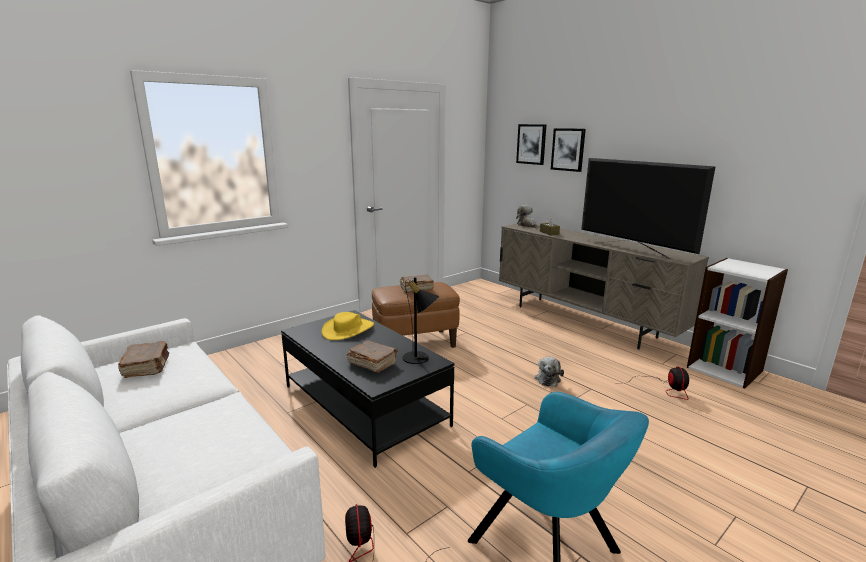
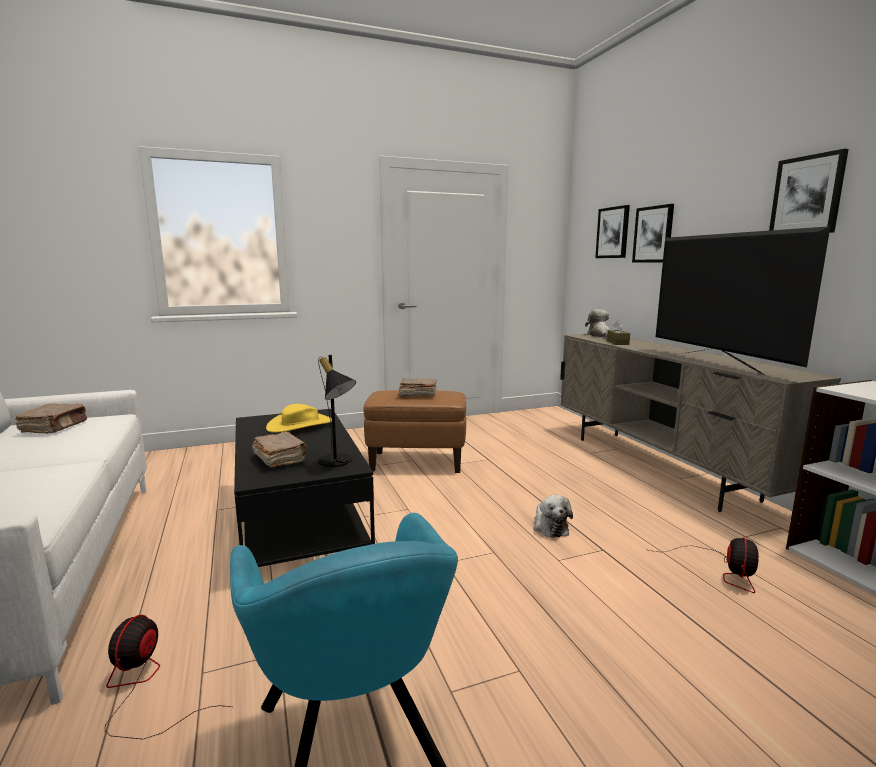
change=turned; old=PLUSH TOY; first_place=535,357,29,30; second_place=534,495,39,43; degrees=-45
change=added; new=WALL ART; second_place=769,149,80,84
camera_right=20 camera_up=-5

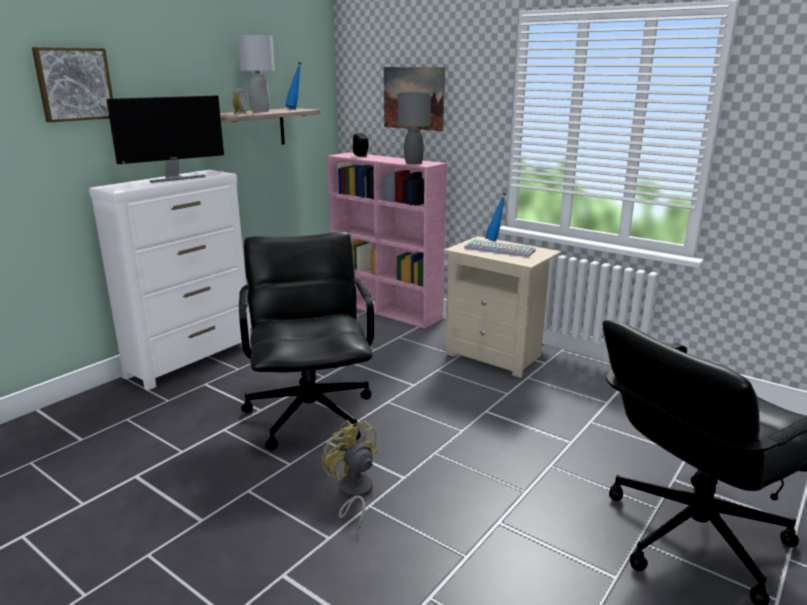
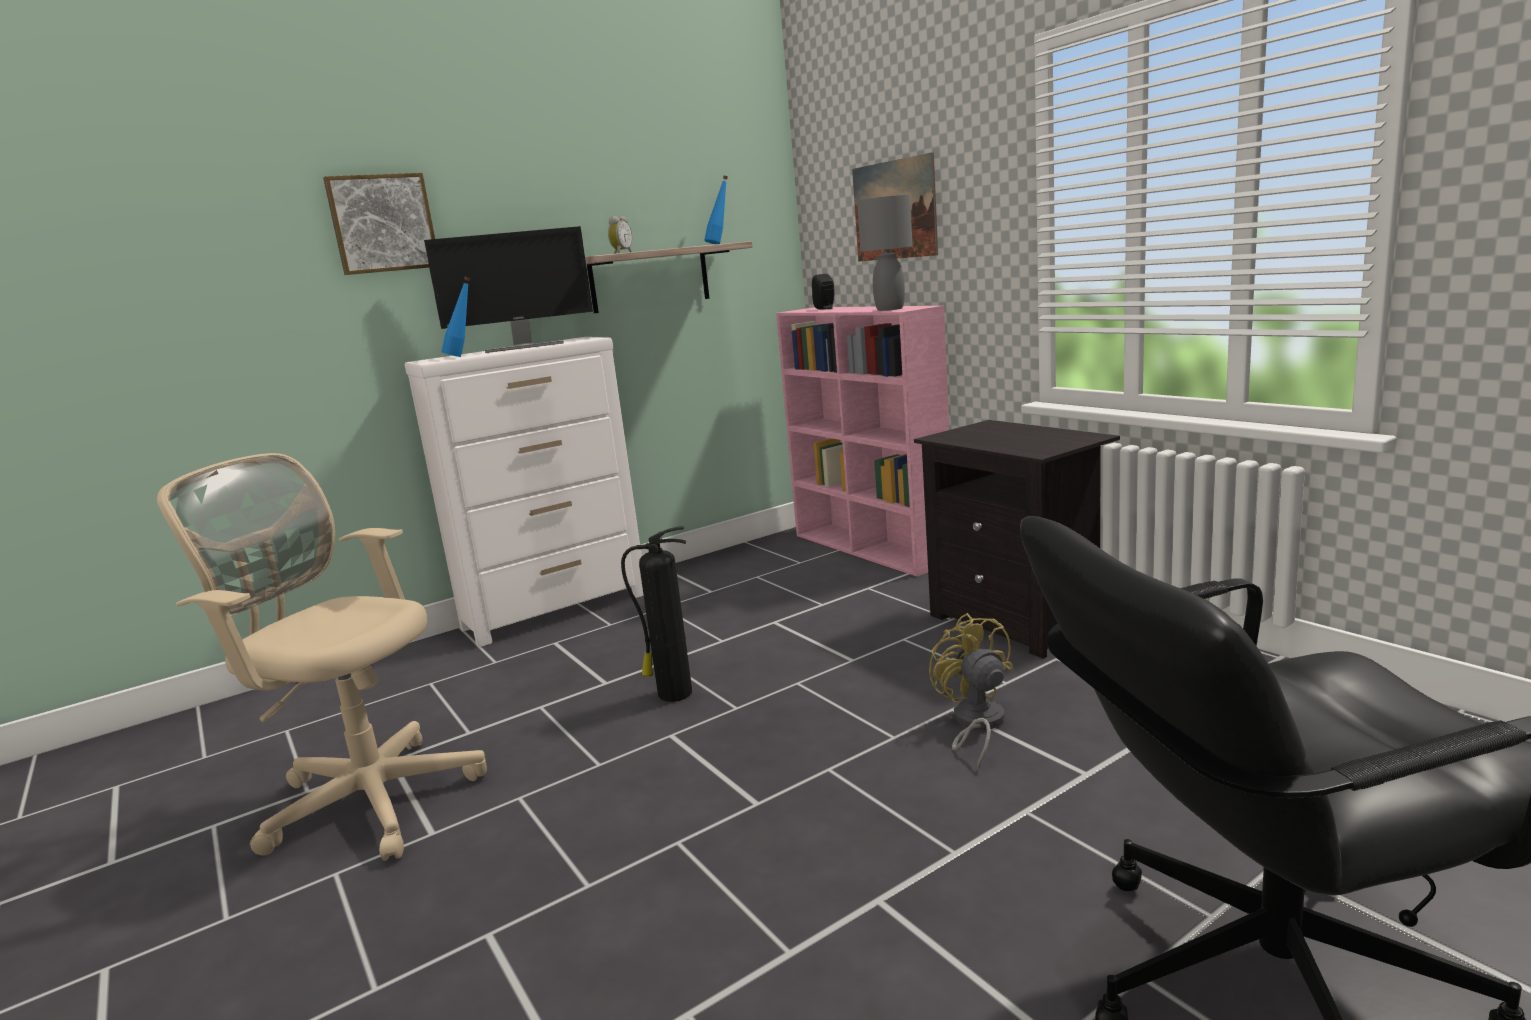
change=removed; old=GRAY TABLE LAMP; first_place=237,35,38,77
change=moved; old=BLUE DRINK BOTTLE; first_place=485,193,21,48; second_place=442,276,28,81
change=replaced; old=BLACKISH DESK CHAIR; new=FIRE EXTINGUISHER; first_place=239,232,135,218; second_place=621,526,71,176
change=recoloured; old=BEIGE-COLOURED BEDSIDE TABLE; new=BLACKISH BEDSIDE TABLE; first_place=444,236,117,142; second_place=914,420,206,239
change=removed; old=COMPUTER KEYBOARD; first_place=464,239,72,18
change=moved; old=YELLOWISH ELECTRIC FAN; first_place=322,420,56,111; second_place=929,613,84,155
change=added; new=BEIGE-COLOURED DESK CHAIR; second_place=157,453,330,408
camera_right=20 camera_up=-5

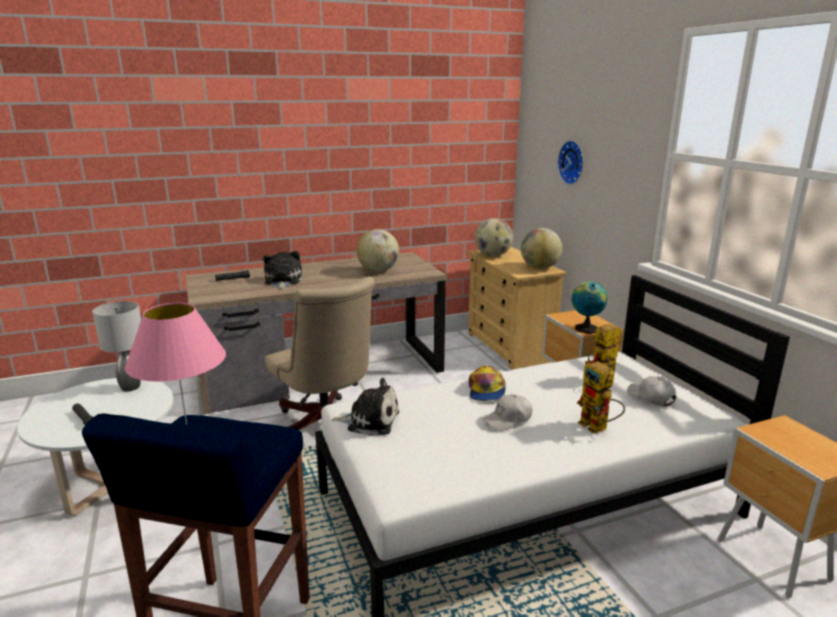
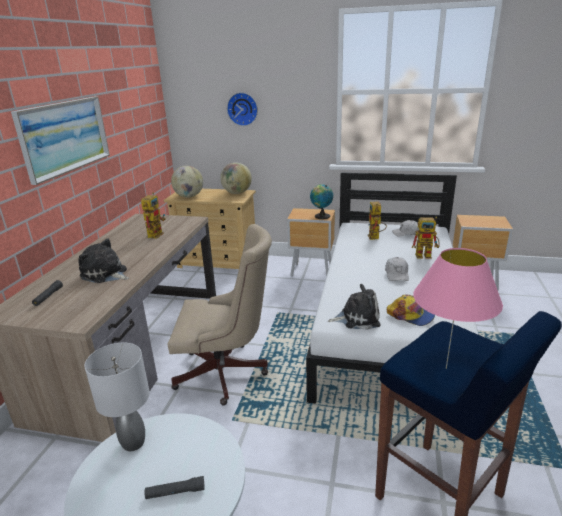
change=replaced; old=GLOBE; new=TOY ROBOT; first_place=357,229,42,43; second_place=141,192,25,47
change=moved; old=PEAKED CAP; first_place=469,366,37,35; second_place=387,295,48,31
change=turned; old=PLUSH TOY; first_place=331,378,68,58; second_place=328,284,53,46; degrees=45
change=added; new=WALL ART; second_place=11,96,99,89
camera_right=-55 camera_up=5

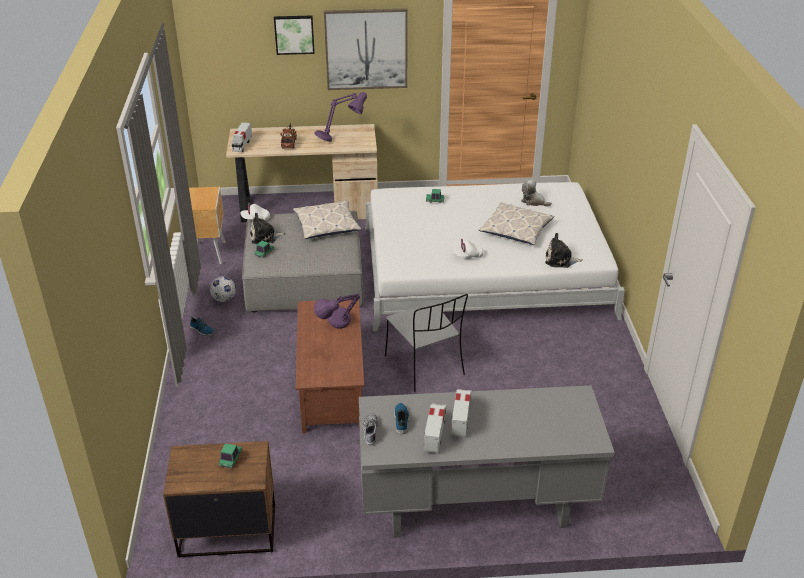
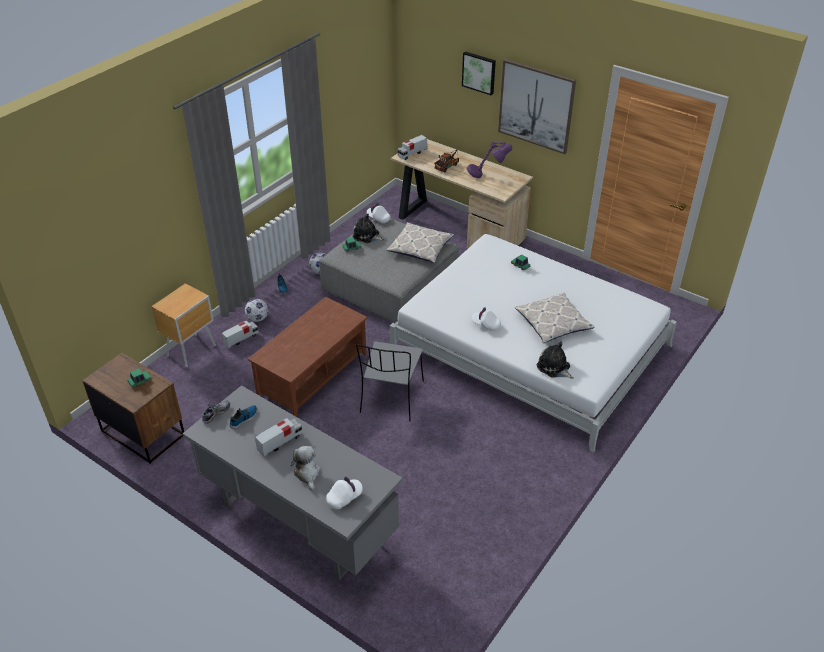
change=moved; old=PLUSH TOY; first_place=521,180,31,27; second_place=290,446,31,45
change=moved; old=BROWNISH BEDSIDE TABLE; first_place=189,187,37,78; second_place=151,283,65,85
change=removed; old=PURPLISH TABLE LAMP; first_place=314,293,46,36
change=moved; old=TOY TRUCK; first_place=424,403,22,50; second_place=221,320,38,29
change=added; new=FOOTBALL; second_place=245,299,23,23
change=added; new=WHITE PEAKED CAP; second_place=326,476,37,33
camera_right=40 camera_up=5

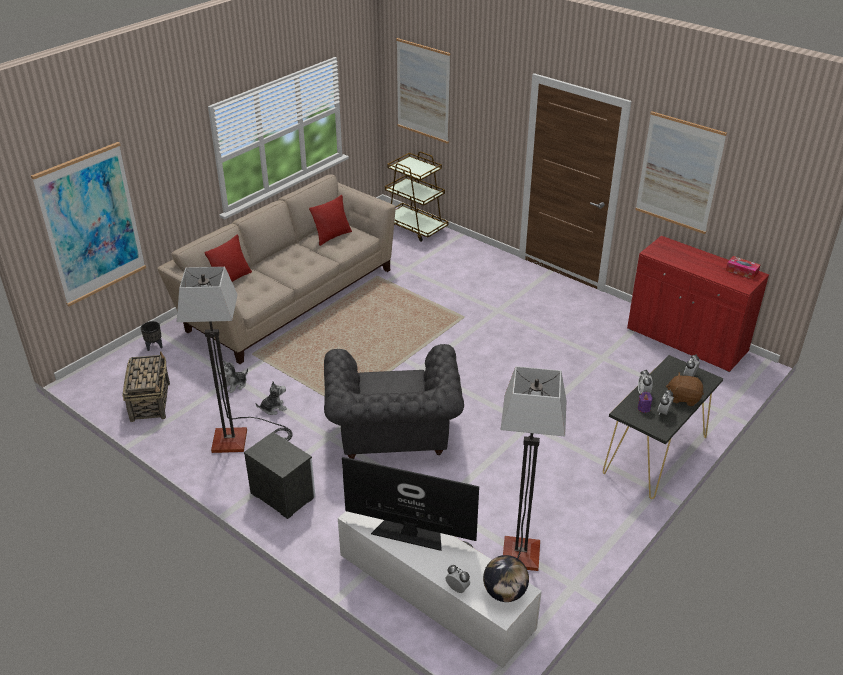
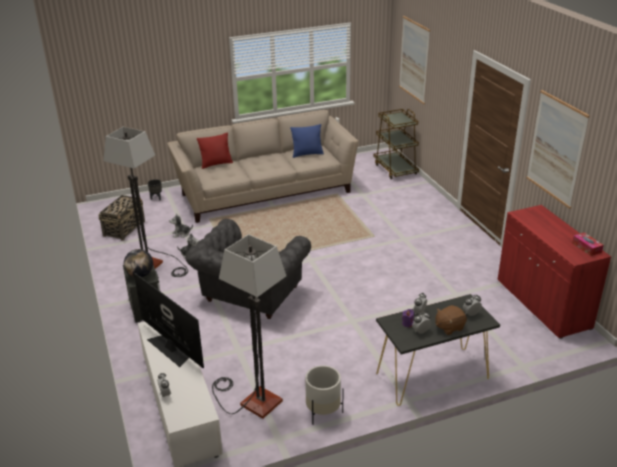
change=removed; old=WALL ART; first_place=31,142,115,164
change=recoloured; old=RED-COLOURED PILLOW; new=BLUE PILLOW; first_place=309,195,43,51; second_place=290,124,34,34
change=turned; old=BROWNISH PLUSH TOY; first_place=666,373,38,33; second_place=435,305,32,30; degrees=-75
change=moved; old=GLOBE; first_place=483,555,46,47; second_place=124,249,29,29
change=added; new=WHITE PLANT POT; second_place=305,365,39,60
camera_right=30 camera_up=-5

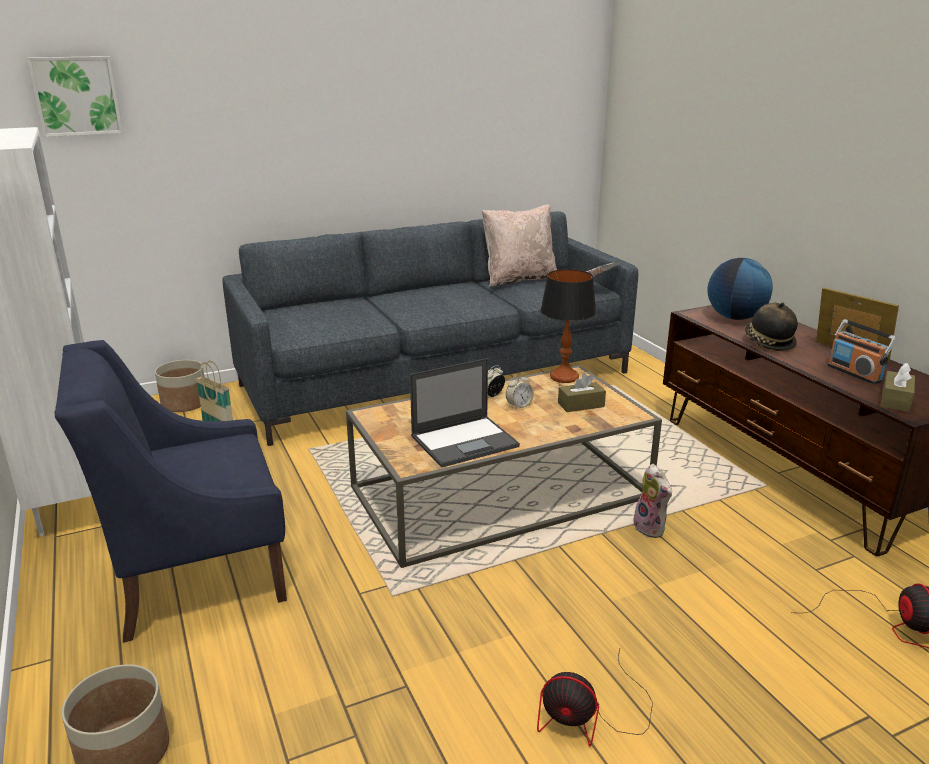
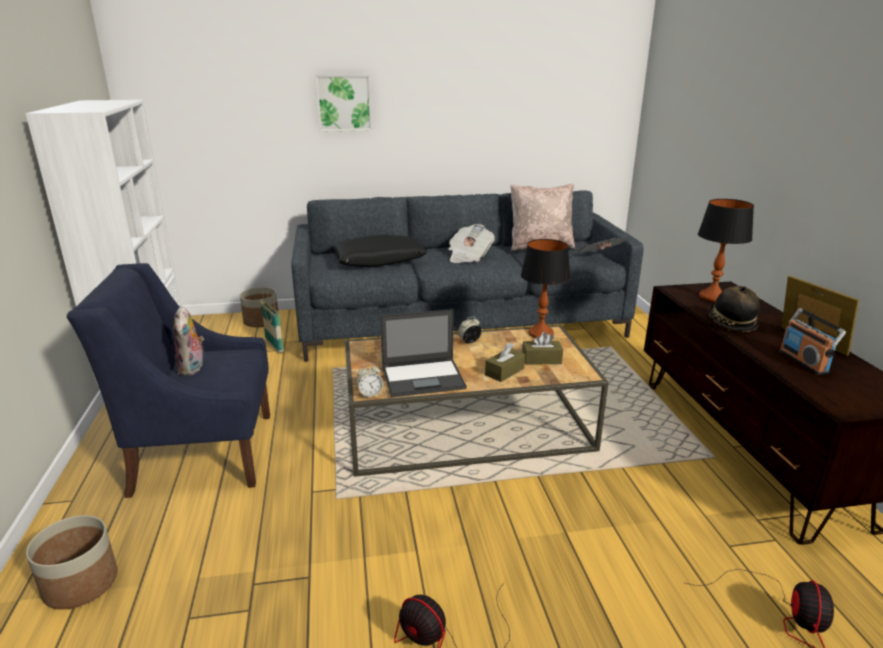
change=moved; old=WALL ART; first_place=27,56,96,81; second_place=315,75,57,57
change=replaced; old=GLOBE; new=TABLE LAMP; first_place=707,258,66,62; second_place=698,199,56,103
change=moved; old=BROWNISH BOX OF TISSUES; first_place=881,363,34,49; second_place=485,343,40,39
change=moved; old=TABLE CLOCK; first_place=506,373,28,37; second_place=356,363,27,35
change=moved; old=PLUSH TOY; first_place=633,464,39,74; second_place=173,306,31,70
change=added; new=NEWSPAPER; second_place=448,224,47,39
change=added; new=BLACKISH PILLOW; second_place=330,235,97,33
camera_right=15 camera_up=0

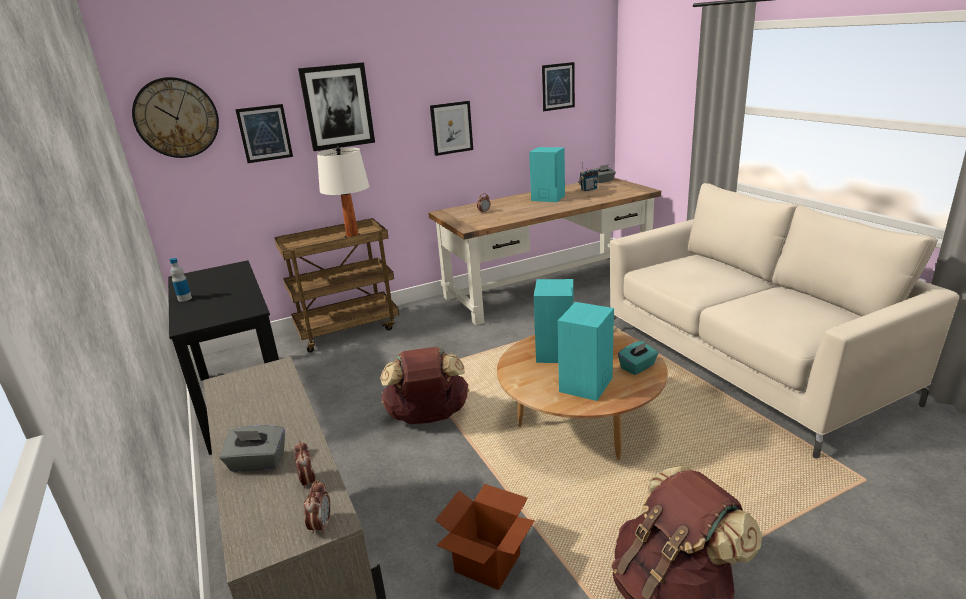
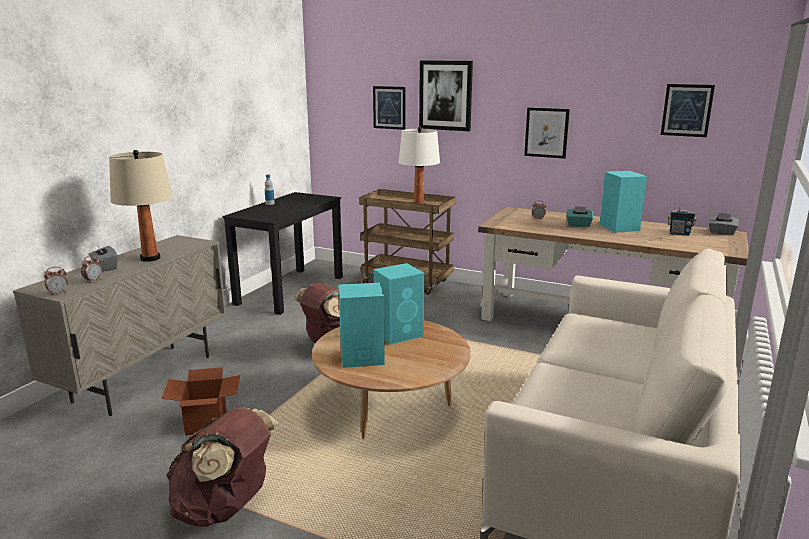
change=removed; old=HANGING CLOCK; first_place=132,77,87,81
change=moved; old=TURQUOISE BOX OF TISSUES; first_place=618,341,41,34; second_place=567,206,26,21
change=added; new=BEIGE-COLOURED TABLE LAMP; second_place=109,150,64,112
camera_right=50 camera_up=-5

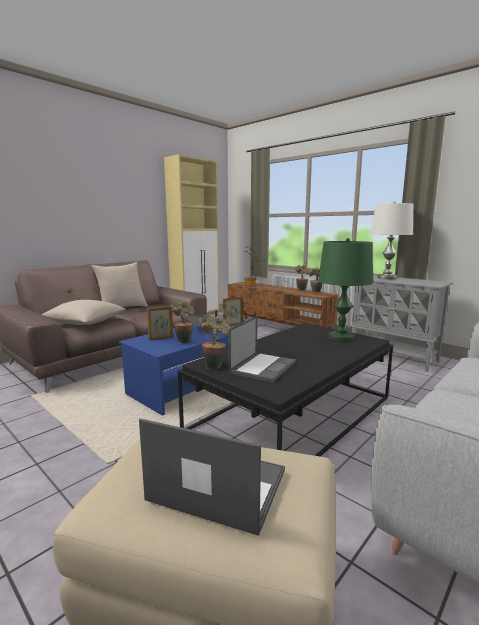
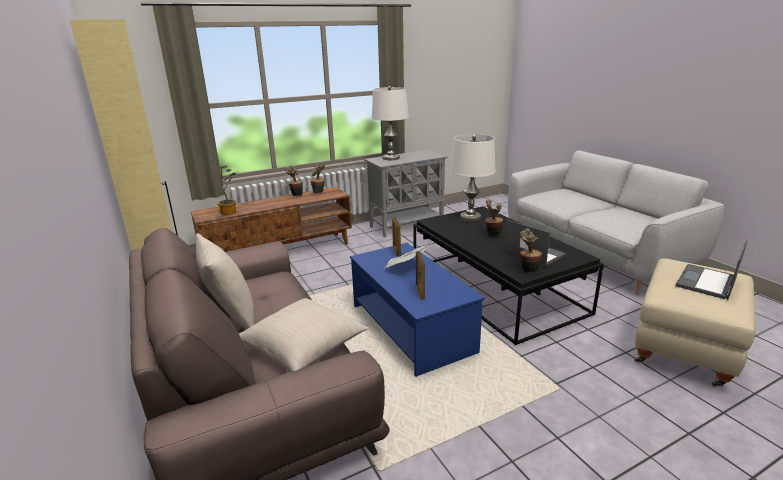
change=recoloured; old=GREENISH TABLE LAMP; new=WHITE TABLE LAMP; first_place=318,238,55,104; second_place=450,134,46,87
change=moved; old=HOUSEPLANT; first_place=171,301,24,42; second_place=485,200,18,37
camera_right=-70 camera_up=10

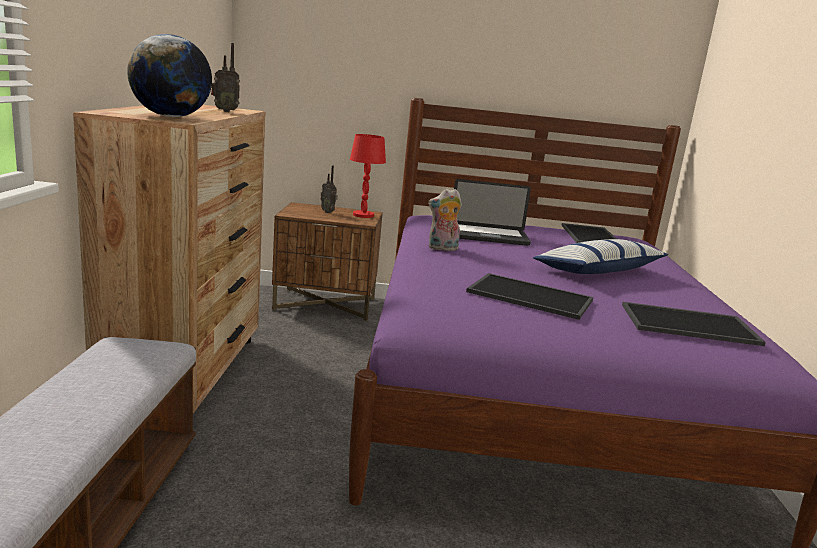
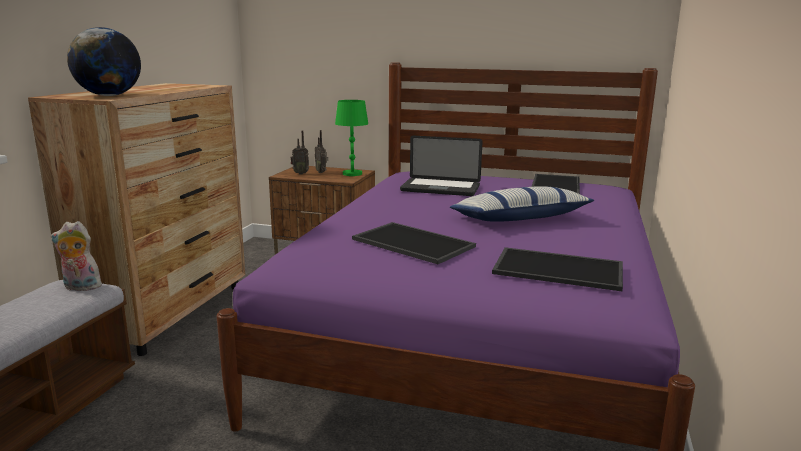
change=moved; old=RADIO RECEIVER; first_place=211,43,29,69; second_place=290,131,19,44
change=recoloured; old=RED-COLOURED TABLE LAMP; new=GREENISH TABLE LAMP; first_place=350,134,36,84; second_place=335,100,33,76
change=moved; old=PLUSH TOY; first_place=428,189,34,62; second_place=51,221,51,70
camera_right=15 camera_up=0

